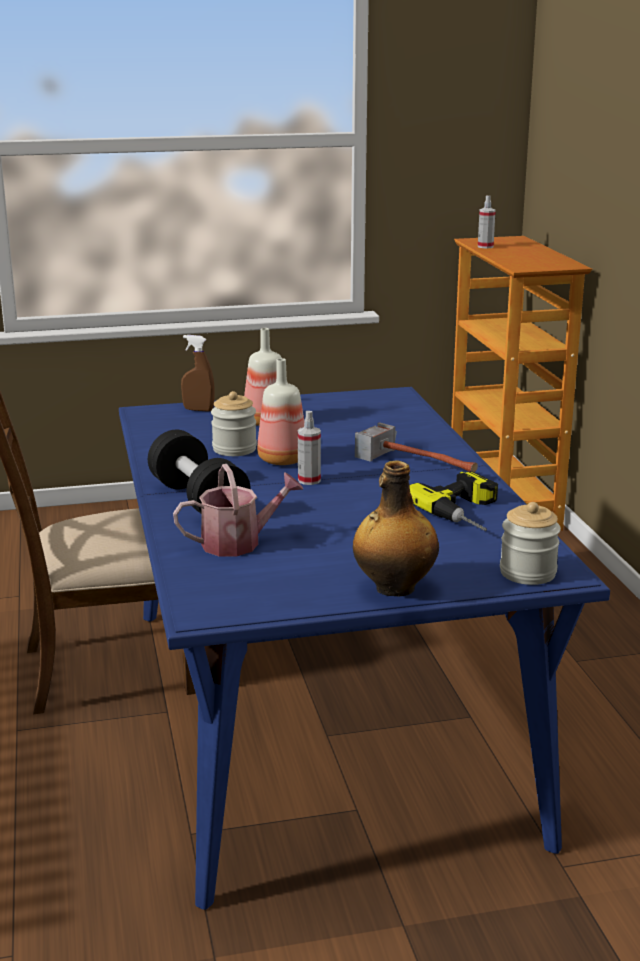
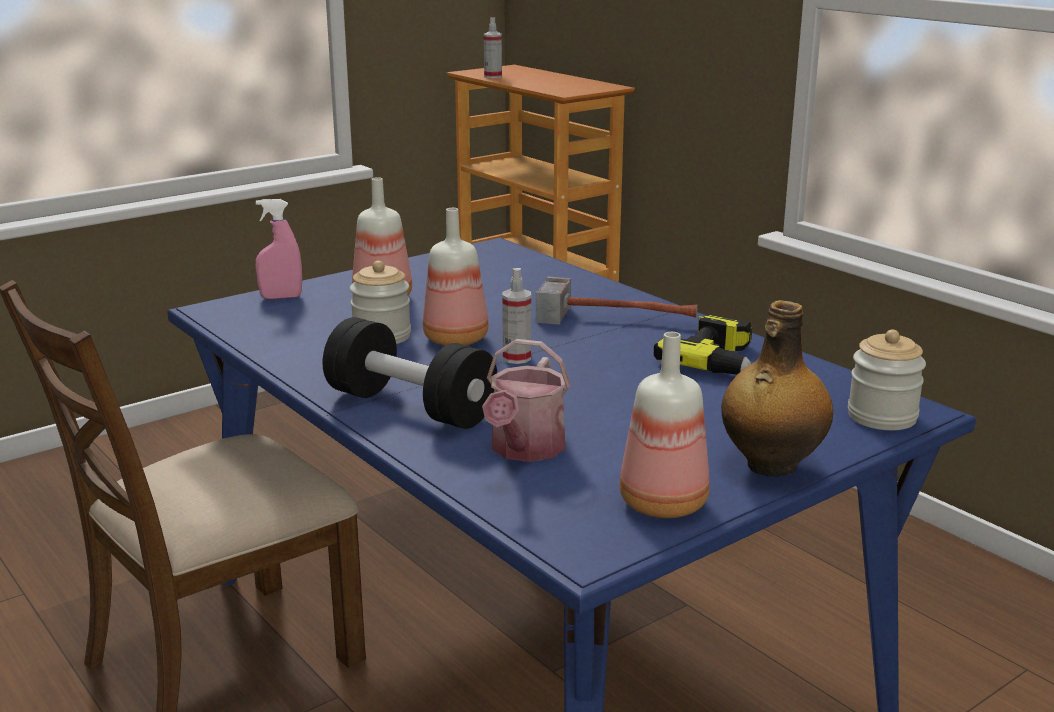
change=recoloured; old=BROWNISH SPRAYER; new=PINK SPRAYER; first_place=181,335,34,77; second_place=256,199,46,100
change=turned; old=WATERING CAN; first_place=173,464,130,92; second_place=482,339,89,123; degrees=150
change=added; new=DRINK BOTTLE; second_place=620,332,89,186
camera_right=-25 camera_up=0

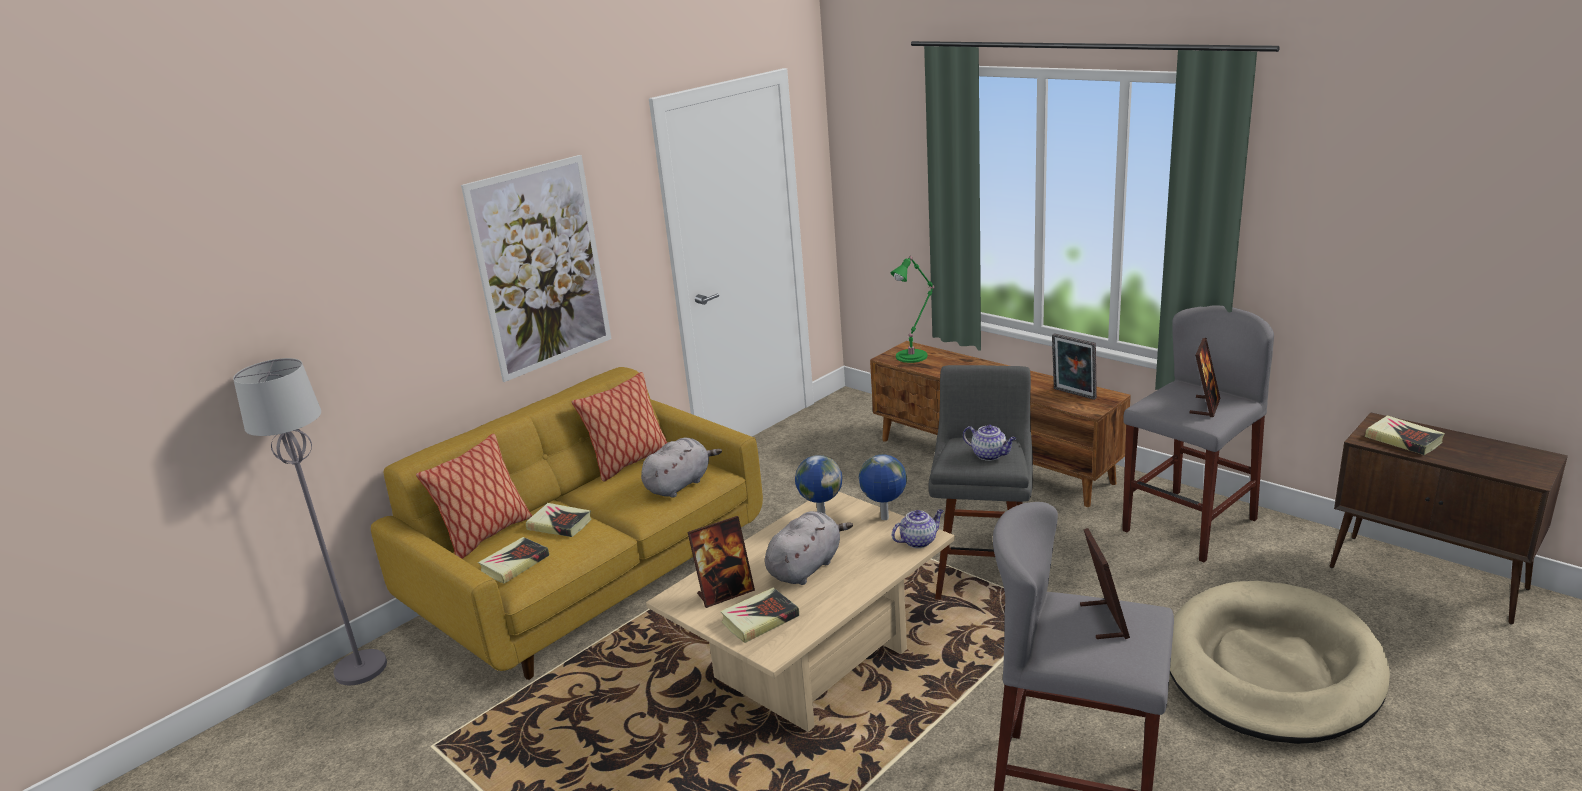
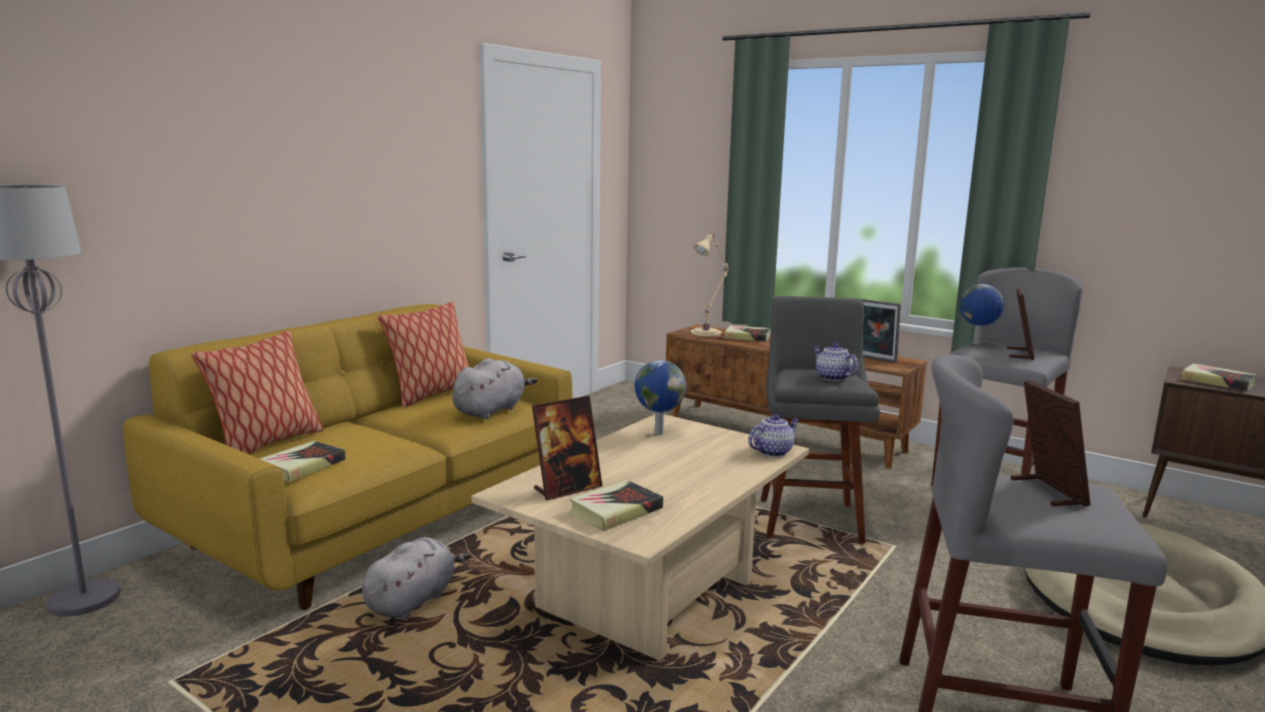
change=removed; old=WALL ART; first_place=461,155,151,227
change=recoloured; old=GREENISH TABLE LAMP; new=BEIGE-COLOURED TABLE LAMP; first_place=890,256,44,107; second_place=691,233,38,104
change=turned; old=TEA POT; first_place=963,425,53,36; second_place=814,343,45,38; degrees=-150
change=moved; old=GLOBE; first_place=859,454,48,66; second_place=959,284,45,61
change=moved; old=VOLUME; first_place=526,503,65,34; second_place=724,325,46,16
change=moved; old=GRAY PLUSH TOY; first_place=765,511,88,74; second_place=362,537,109,82
camera_right=-10 camera_up=-10

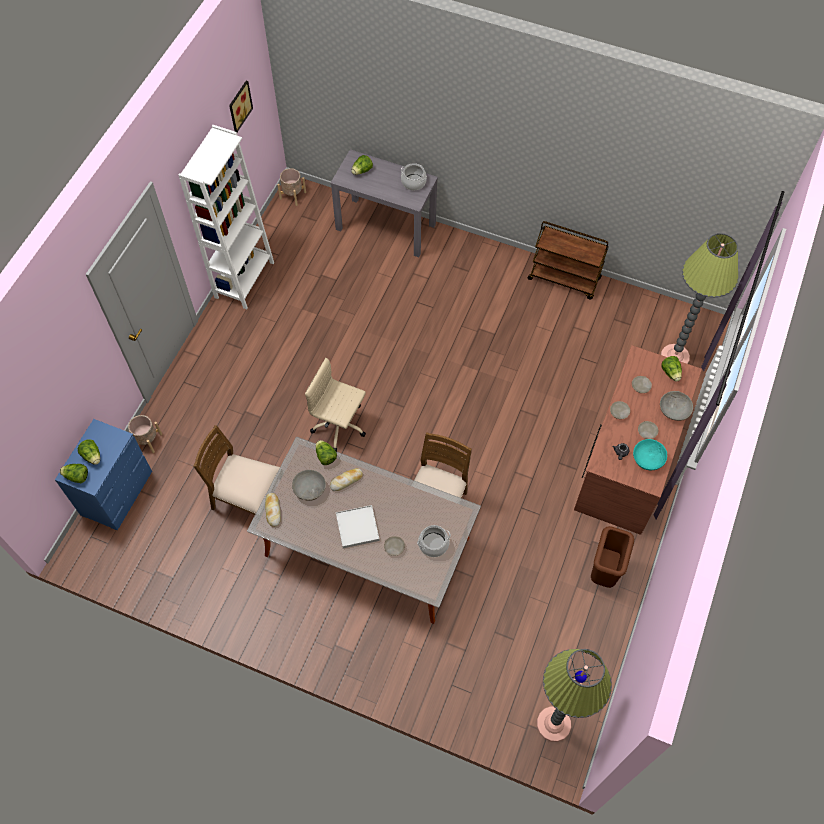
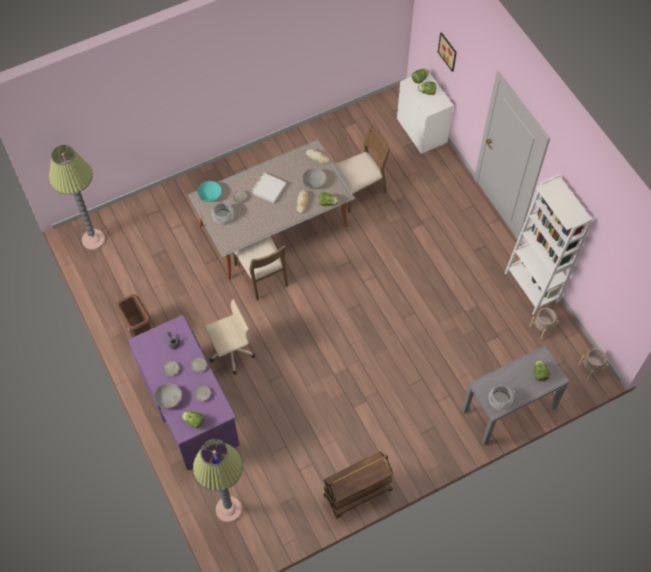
change=moved; old=WALL ART; first_place=229,81,24,51; second_place=438,32,19,40
change=recoloured; old=BROWNISH DESK UNIT; new=PURPLISH DESK UNIT; first_place=574,345,128,190; second_place=128,315,112,156
change=moved; old=BEIGE-COLOURED DESK CHAIR; first_place=305,358,61,93; second_place=205,299,50,75
change=moved; old=BEIGE-COLOURED PLANT POT; first_place=128,415,34,38; second_place=529,308,30,32
change=recoloured; old=BLUE DRAWER CHEST; new=WHITE DRAWER CHEST; first_place=55,419,97,111; second_place=397,72,56,82
change=moved; old=TURQUOISE SERVING BOWL; first_place=633,439,34,31; second_place=198,181,24,21
camera_right=130 camera_up=0

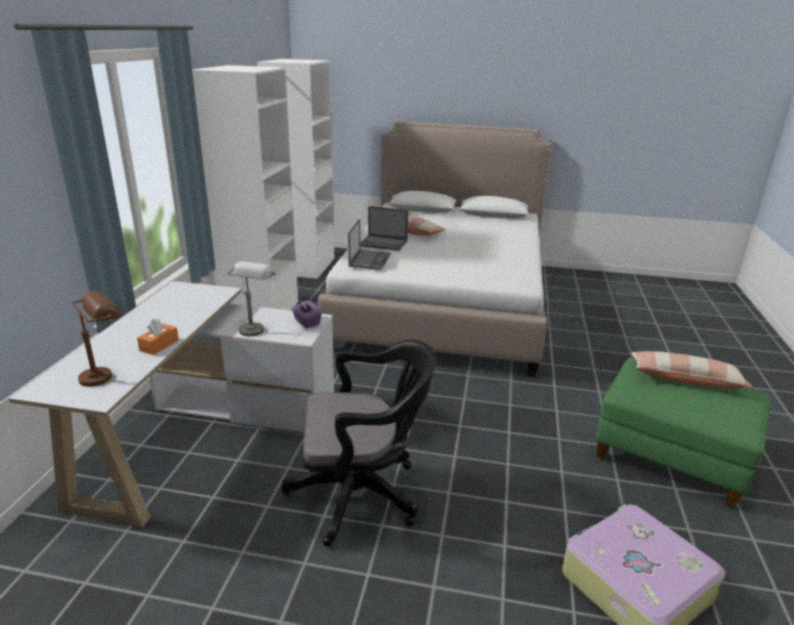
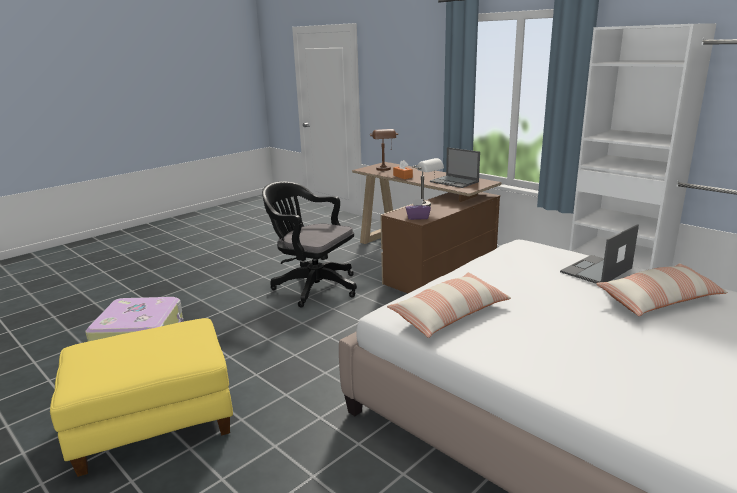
change=moved; old=LAPTOP; first_place=348,219,43,51; second_place=430,147,50,41
change=recoloured; old=WHITE DESK UNIT; new=BROWNISH DESK UNIT; first_place=9,281,325,246; second_place=352,162,150,132
change=turned; old=BLACKISH DESK CHAIR; first_place=282,340,154,207; second_place=262,181,95,126; degrees=90
change=moved; old=PILLOW; first_place=631,351,122,37; second_place=387,272,124,66
change=recoloured; old=GREENISH POUFFE; new=YELLOWISH POUFFE; first_place=595,357,176,151; second_place=50,318,183,159
camera_right=125 camera_up=-5

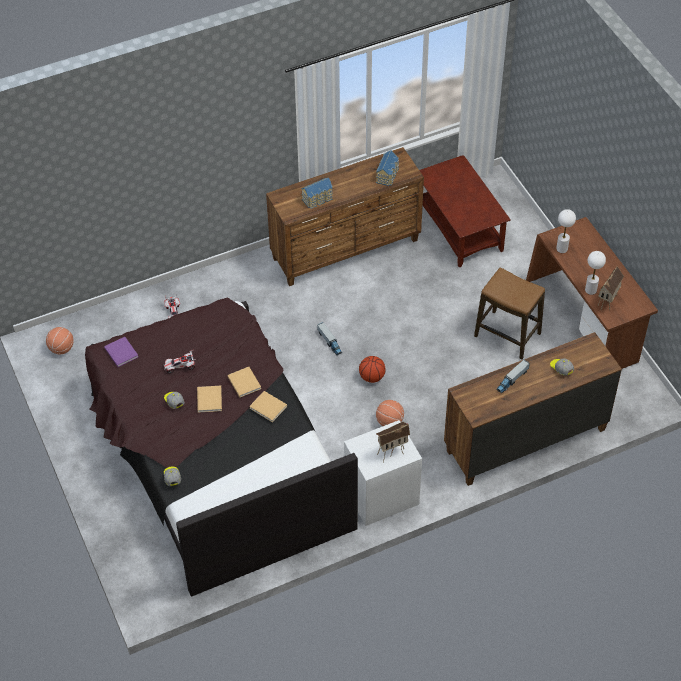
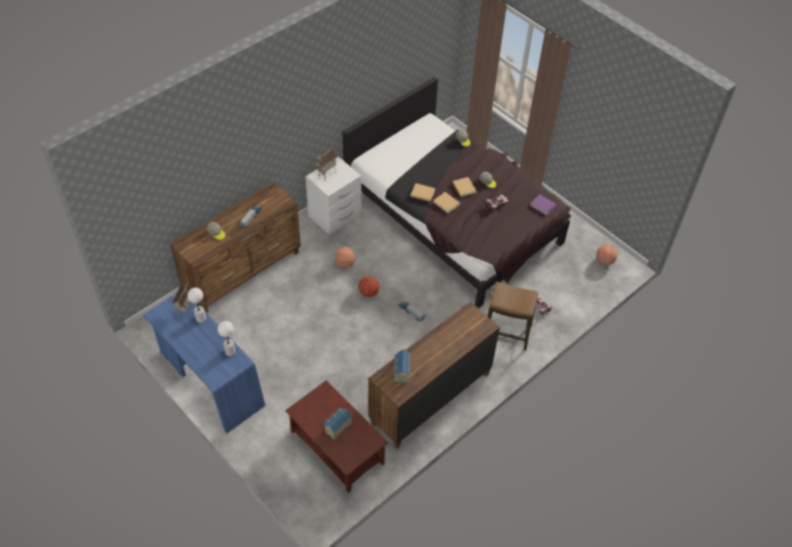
change=moved; old=MINIATURE HOUSE; first_place=301,178,32,31; second_place=324,408,28,32
change=recoloured; old=BROWNISH DESK UNIT; new=BLUE DESK UNIT; first_place=526,217,132,152; second_place=143,293,123,141
change=moved; old=STOOL SEAT; first_place=474,267,71,93; second_place=487,282,51,69
camera_right=160 camera_up=0

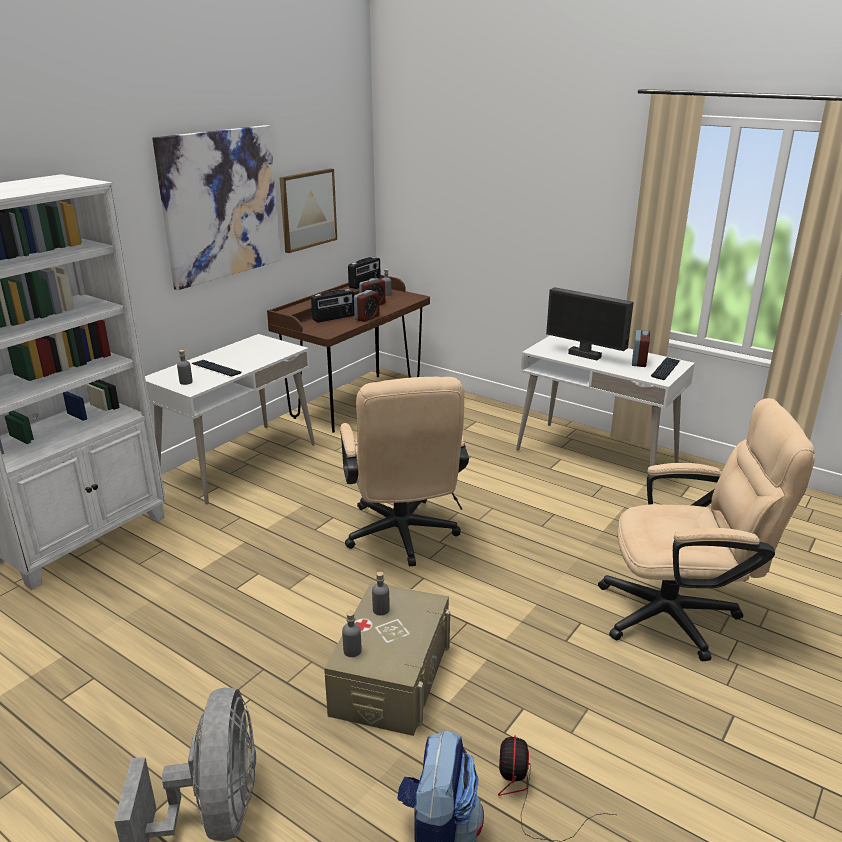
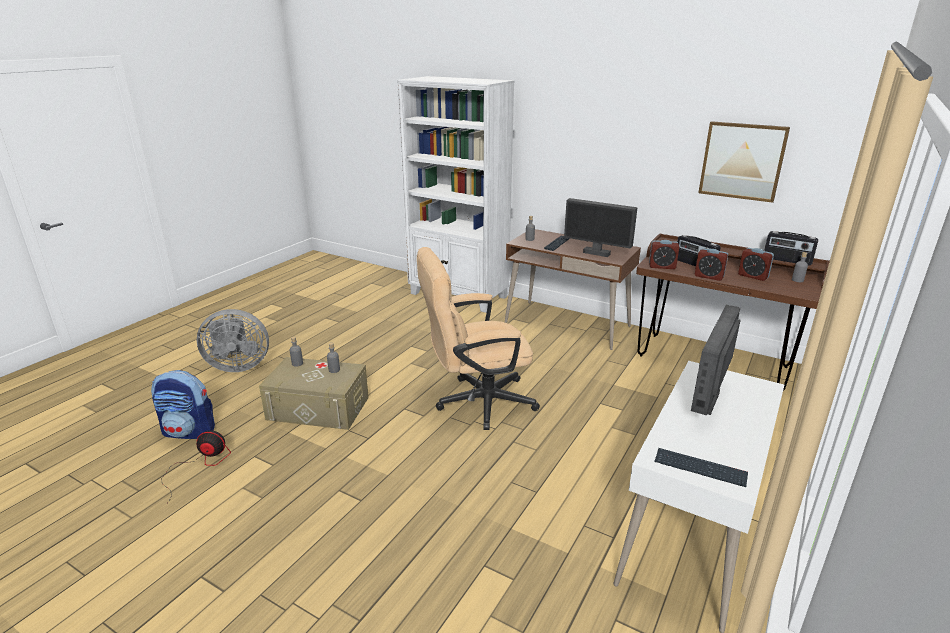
change=removed; old=WALL ART; first_place=152,125,129,165
change=moved; old=TABLE CLOCK; first_place=632,330,18,37; second_place=649,240,30,29
change=recoloured; old=WHITE DESK UNIT; new=BROWNISH DESK UNIT; first_place=145,334,170,171; second_place=505,229,136,121
change=removed; old=BEIGE-COLOURED DESK CHAIR; first_place=598,398,217,263
change=added; new=MONITOR; second_place=564,198,74,59
camera_right=85 camera_up=0

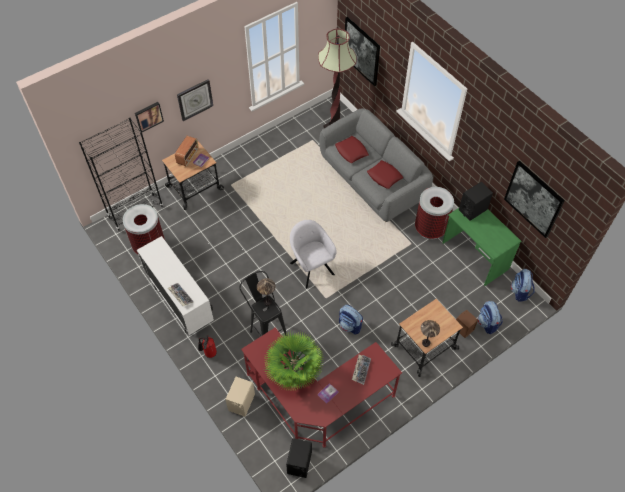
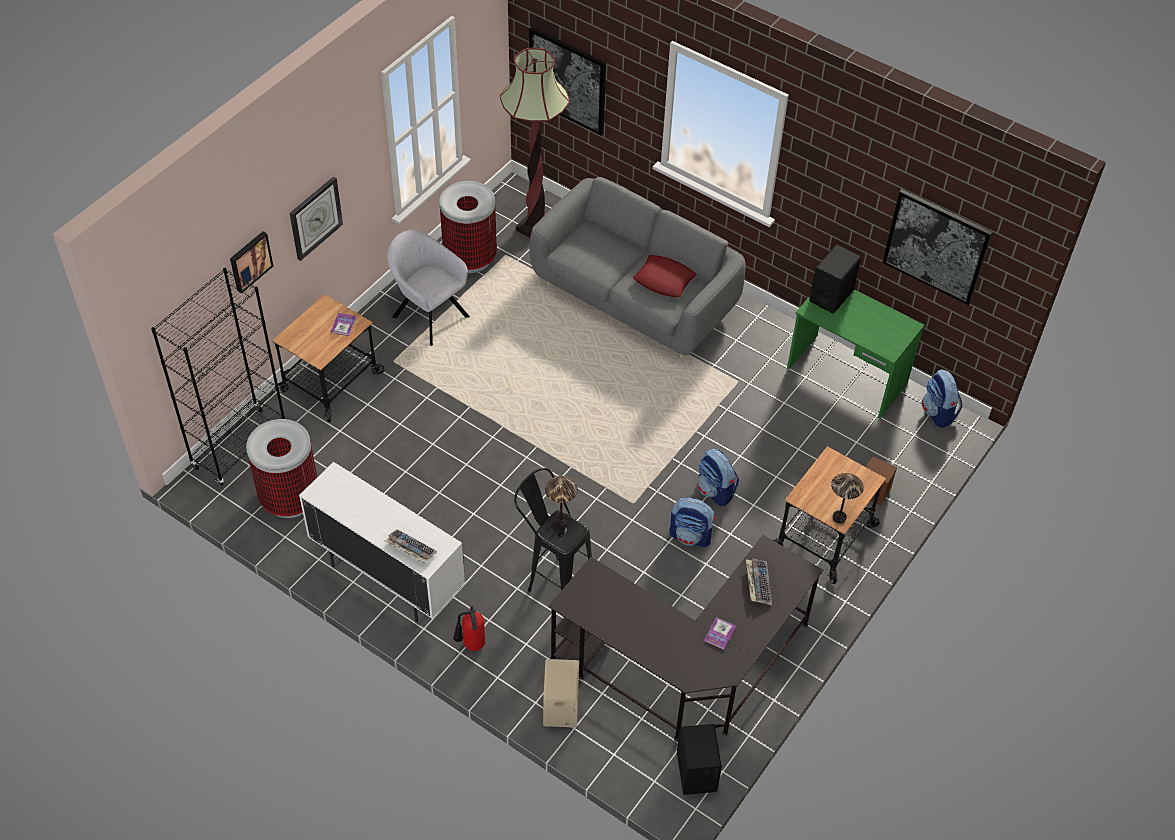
change=removed; old=RADIO RECEIVER; first_place=175,136,24,30
change=removed; old=RED-COLOURED PILLOW; first_place=335,136,34,27
change=moved; old=TRASH CAN; first_place=415,187,39,53; second_place=439,181,58,92
change=moved; old=GRAY LOUNGE CHAIR; first_place=290,220,47,69; second_place=387,230,83,116
change=moved; old=KNAPSACK; first_place=478,301,25,33; second_place=697,449,42,57
change=recoloured; old=RED-COLOURED DESK UNIT; new=BLACKISH DESK UNIT; first_place=241,327,161,120; second_place=548,535,275,207
change=removed; old=HOUSEPLANT; first_place=264,331,61,60
camera_right=-20 camera_up=-5

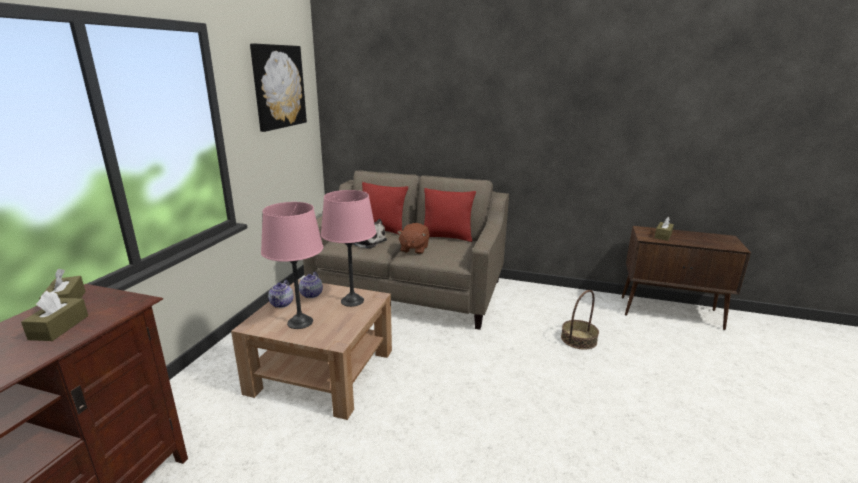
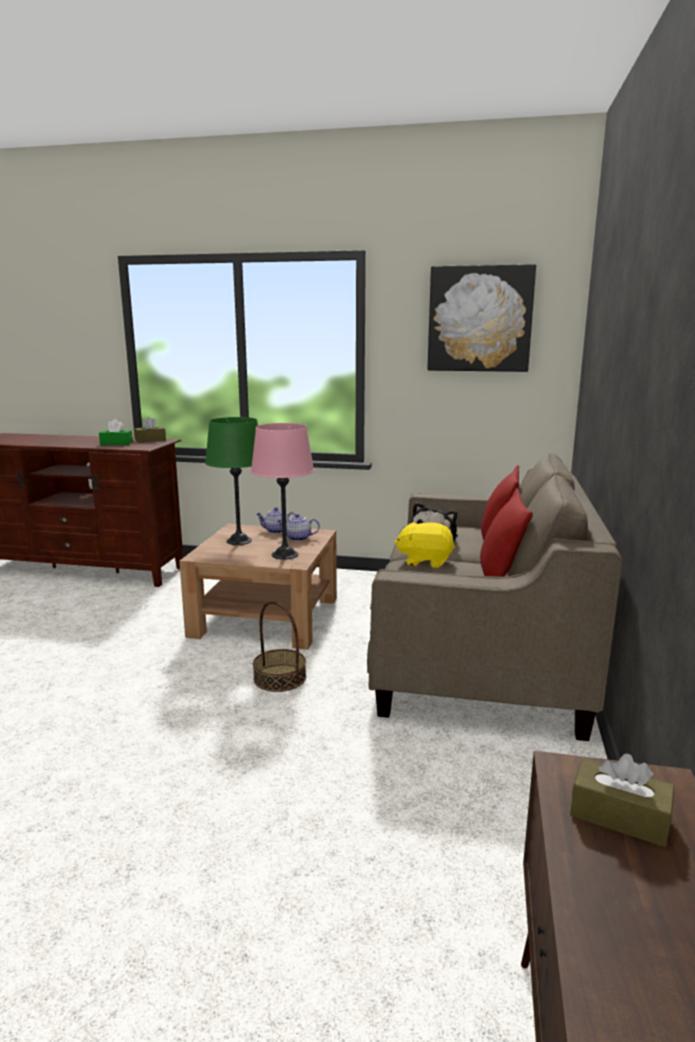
change=recoloured; old=PINK TABLE LAMP; new=GREENISH TABLE LAMP; first_place=261,202,62,127; second_place=205,417,53,128
change=recoloured; old=BROWNISH PLUSH TOY; new=YELLOWISH PLUSH TOY; first_place=397,223,33,31; second_place=394,522,61,46
change=moved; old=HOUSEHOLD BASKET; first_place=561,290,38,60; second_place=253,601,53,91
change=recoloured; old=BROWNISH BOX OF TISSUES; new=GREENISH BOX OF TISSUES; first_place=21,291,67,50; second_place=99,419,34,26
camera_right=85 camera_up=-5

